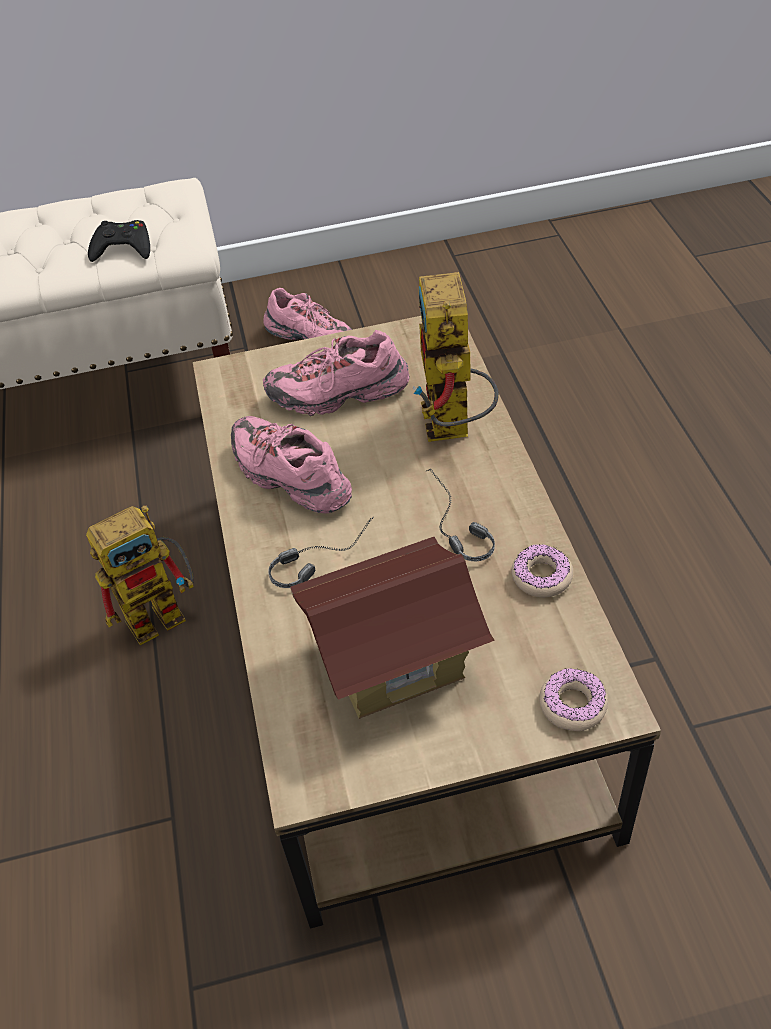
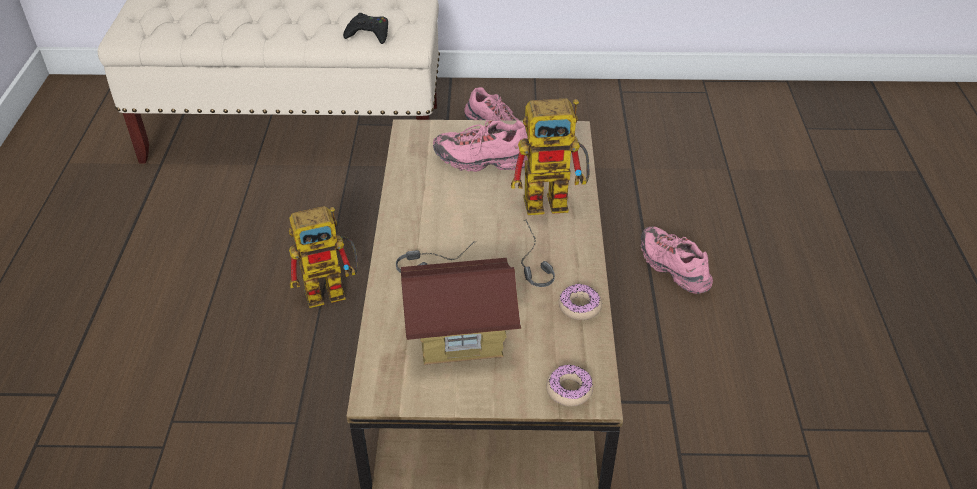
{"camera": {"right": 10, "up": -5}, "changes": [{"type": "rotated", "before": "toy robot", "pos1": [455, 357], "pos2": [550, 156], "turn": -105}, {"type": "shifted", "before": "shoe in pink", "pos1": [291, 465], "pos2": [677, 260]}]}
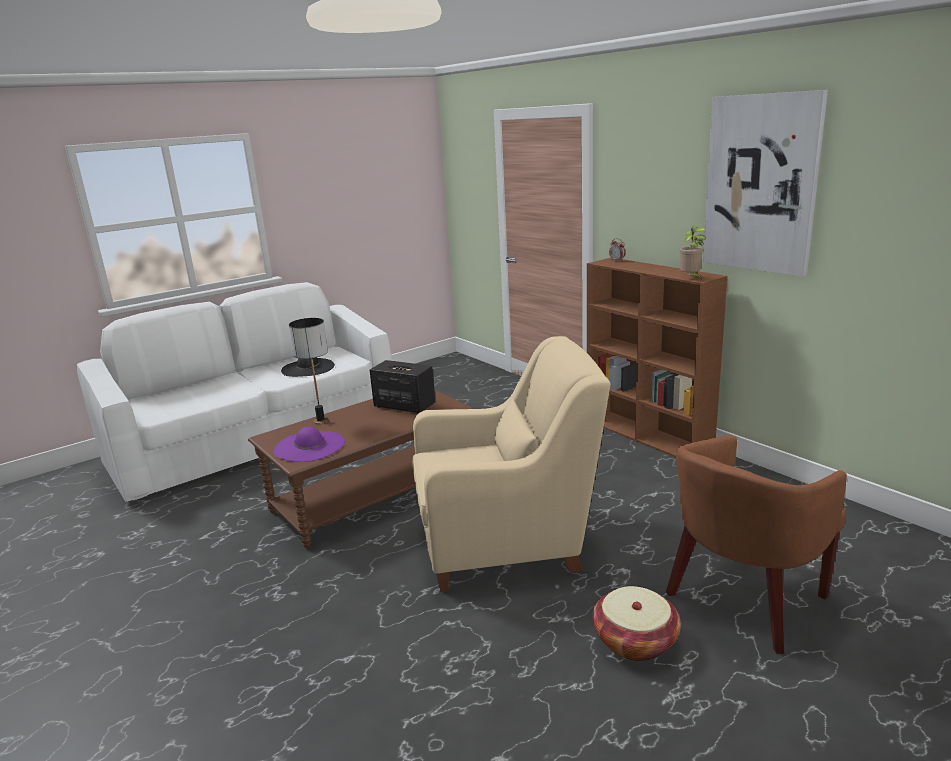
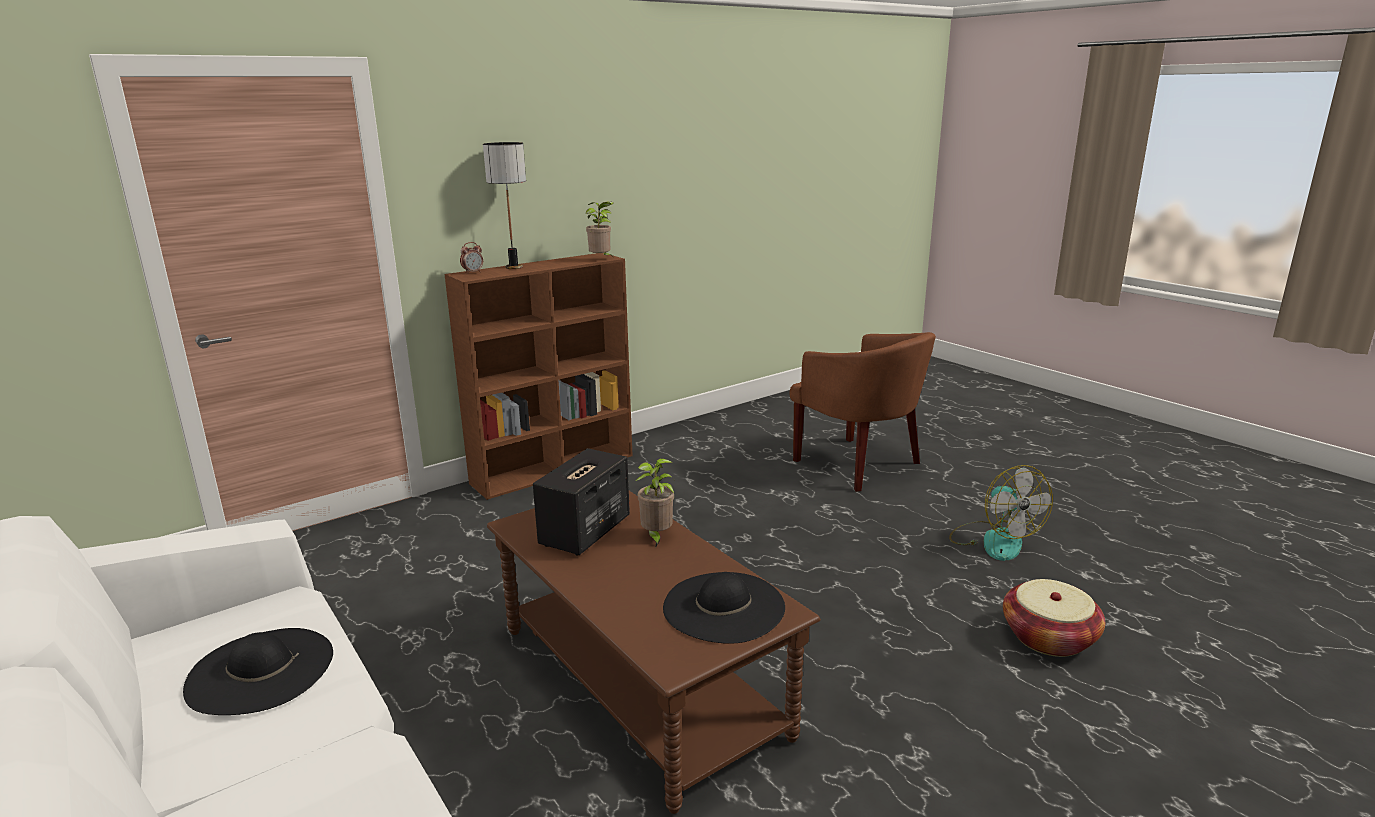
{"camera": {"right": -90, "up": 0}, "changes": [{"type": "shifted", "before": "table lamp", "pos1": [309, 371], "pos2": [504, 205]}, {"type": "new", "after": "potted plant", "pos2": [655, 502]}, {"type": "repainted", "before": "hat in purple", "after": "hat in black", "pos1": [309, 444], "pos2": [724, 608]}, {"type": "new", "after": "fan", "pos2": [1001, 513]}, {"type": "shifted", "before": "basket", "pos1": [636, 623], "pos2": [1054, 618]}, {"type": "gone", "before": "armchair in beige", "pos1": [512, 464]}, {"type": "gone", "before": "picture", "pos1": [765, 183]}]}
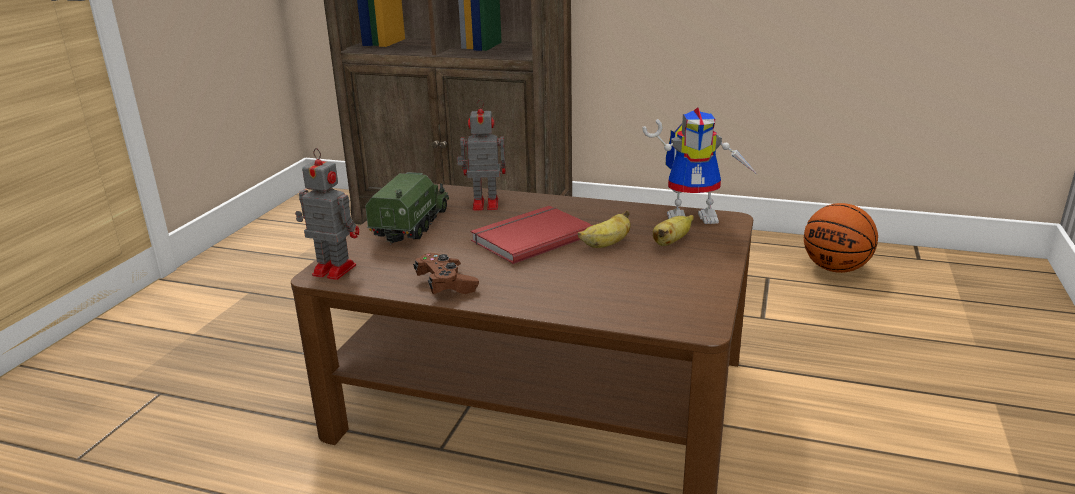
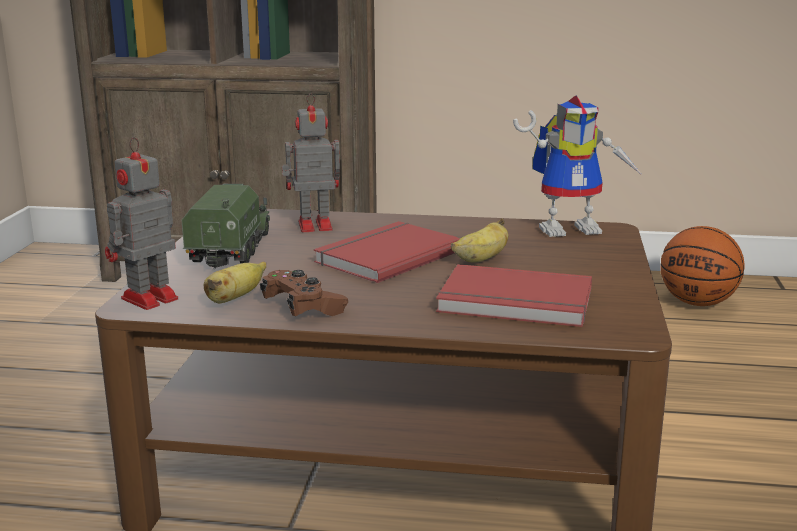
{"camera": {"right": -10, "up": -5}, "changes": [{"type": "rotated", "before": "toy robot", "pos1": [327, 214], "pos2": [141, 223], "turn": -60}, {"type": "shifted", "before": "banana", "pos1": [673, 230], "pos2": [235, 282]}, {"type": "new", "after": "book in red", "pos2": [514, 295]}]}
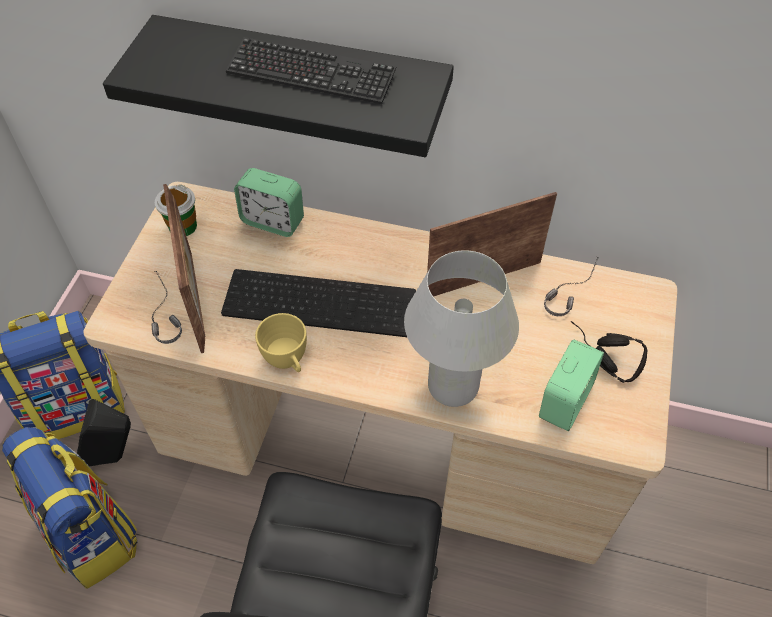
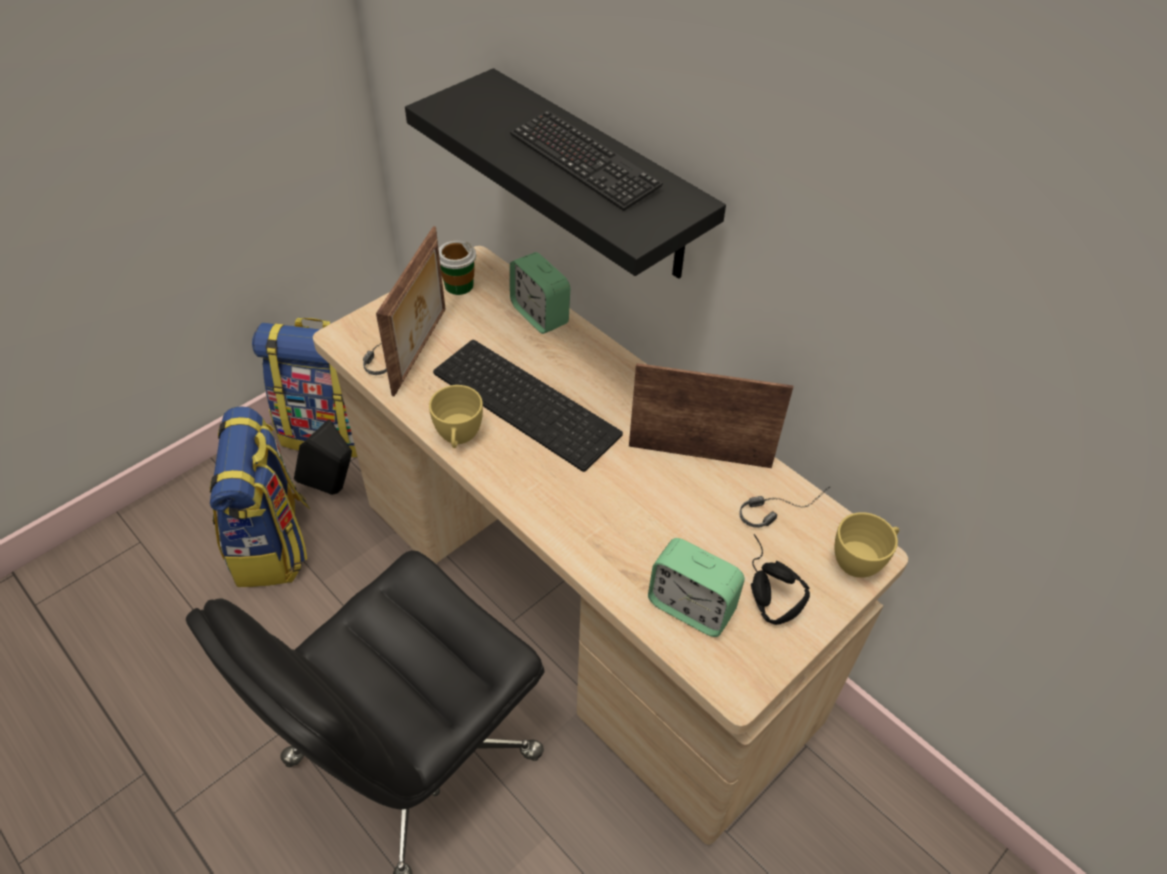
{"camera": {"right": 30, "up": -5}, "changes": [{"type": "rotated", "before": "alarm clock", "pos1": [571, 385], "pos2": [696, 587], "turn": 60}, {"type": "new", "after": "cup in yellow", "pos2": [866, 545]}, {"type": "gone", "before": "table lamp in white", "pos1": [461, 328]}]}
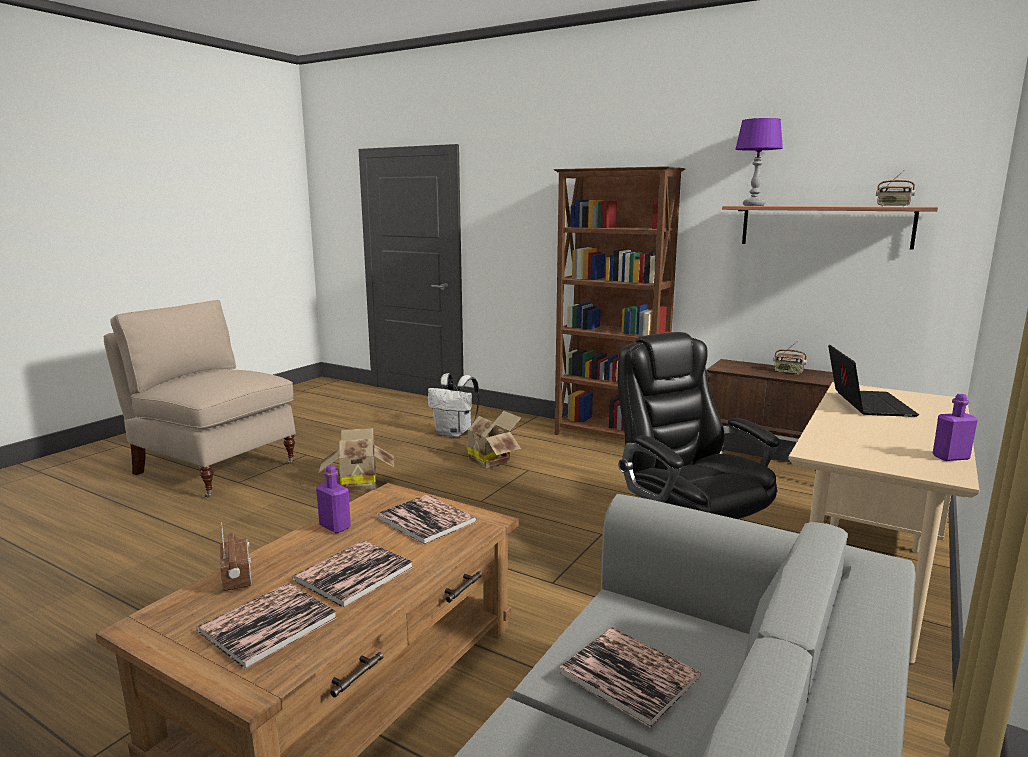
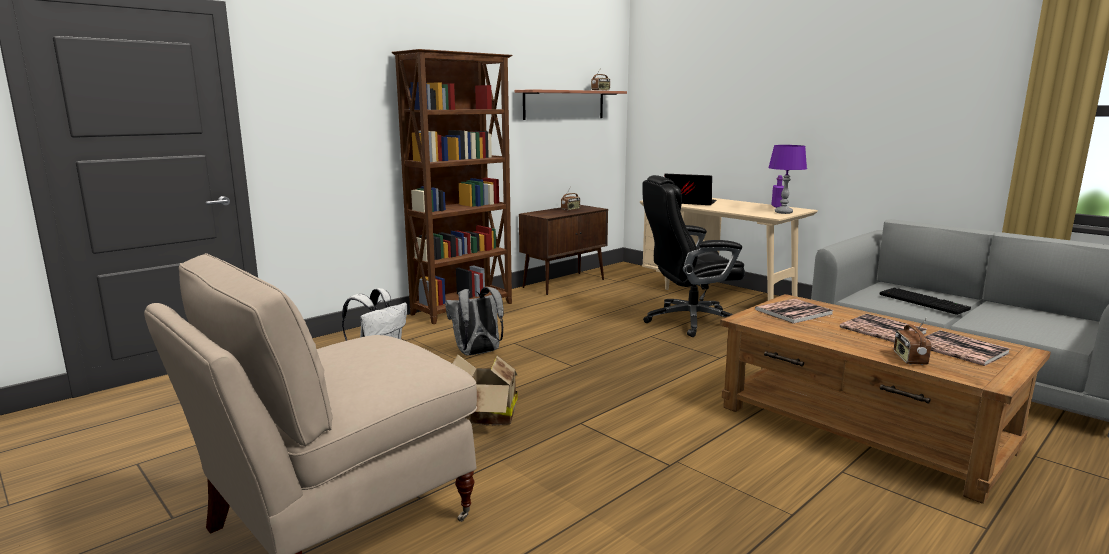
{"camera": {"right": -75, "up": 0}, "changes": [{"type": "swapped", "before": "cardboard box", "after": "backpack in grey", "pos1": [489, 439], "pos2": [474, 321]}, {"type": "shifted", "before": "table lamp in purple", "pos1": [759, 162], "pos2": [787, 179]}, {"type": "swapped", "before": "book", "after": "keyboard", "pos1": [630, 677], "pos2": [925, 301]}, {"type": "rotated", "before": "radio", "pos1": [236, 556], "pos2": [912, 341], "turn": -75}, {"type": "gone", "before": "bottle in purple", "pos1": [333, 499]}]}
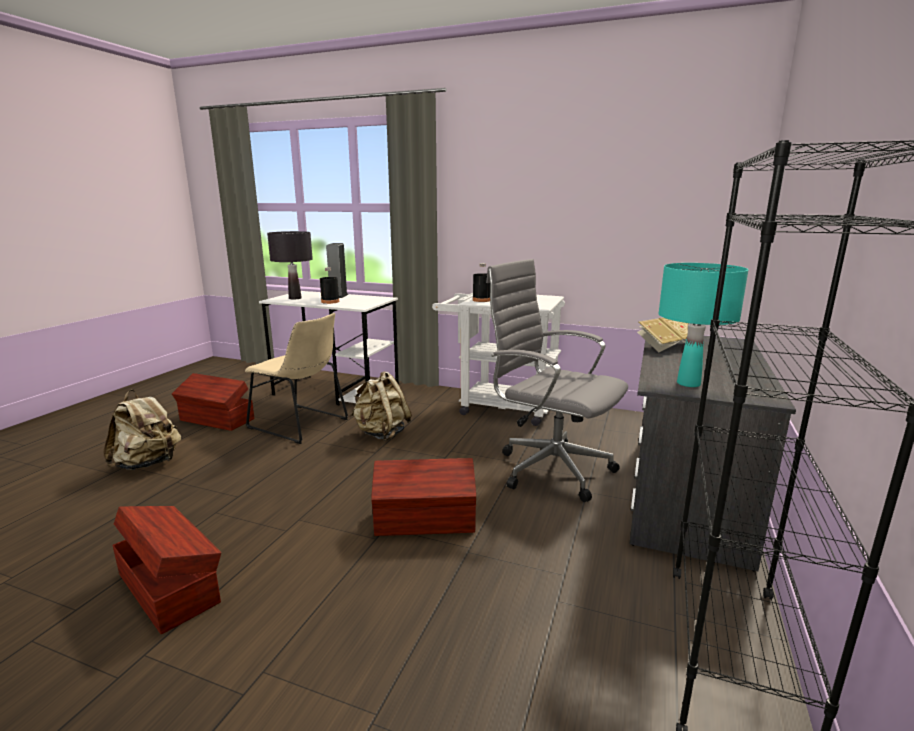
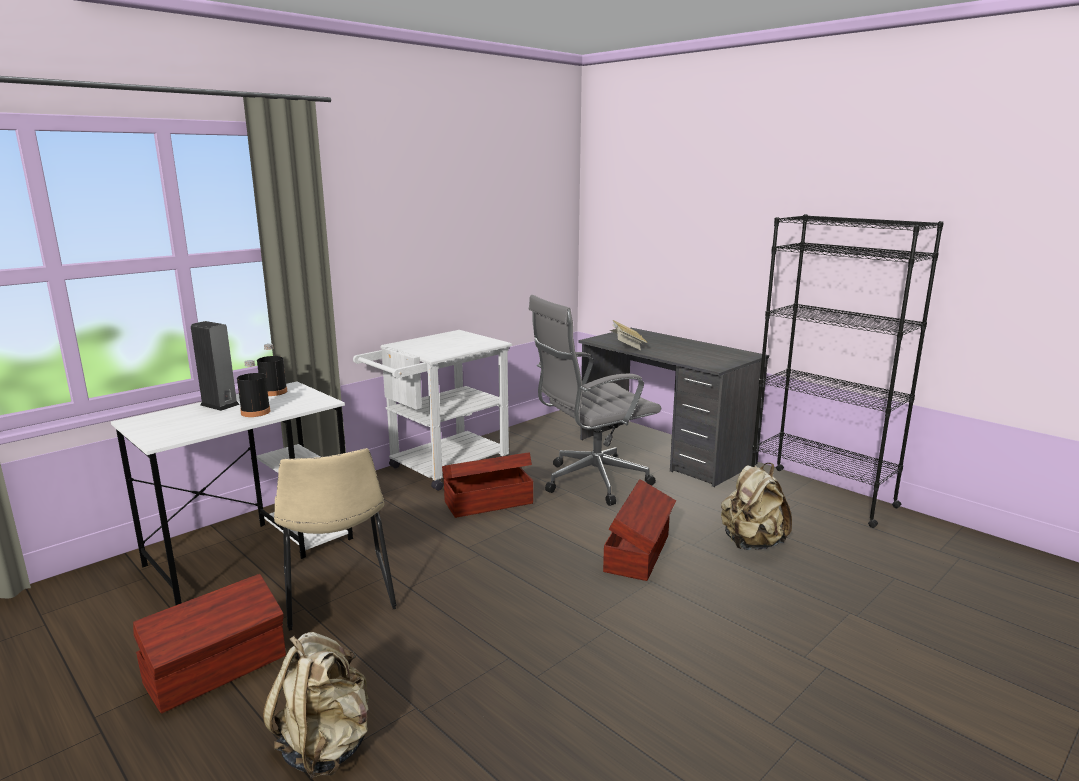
{"camera": {"right": -65, "up": 0}, "changes": [{"type": "shifted", "before": "bottle in black", "pos1": [481, 282], "pos2": [272, 370]}, {"type": "rotated", "before": "chair in beige", "pos1": [296, 378], "pos2": [335, 539], "turn": 105}, {"type": "shifted", "before": "storage box in brown", "pos1": [166, 570], "pos2": [487, 485]}, {"type": "shifted", "before": "backpack in beige", "pos1": [381, 406], "pos2": [756, 506]}, {"type": "gone", "before": "table lamp in black", "pos1": [290, 265]}, {"type": "gone", "before": "table lamp in turquoise", "pos1": [703, 325]}]}
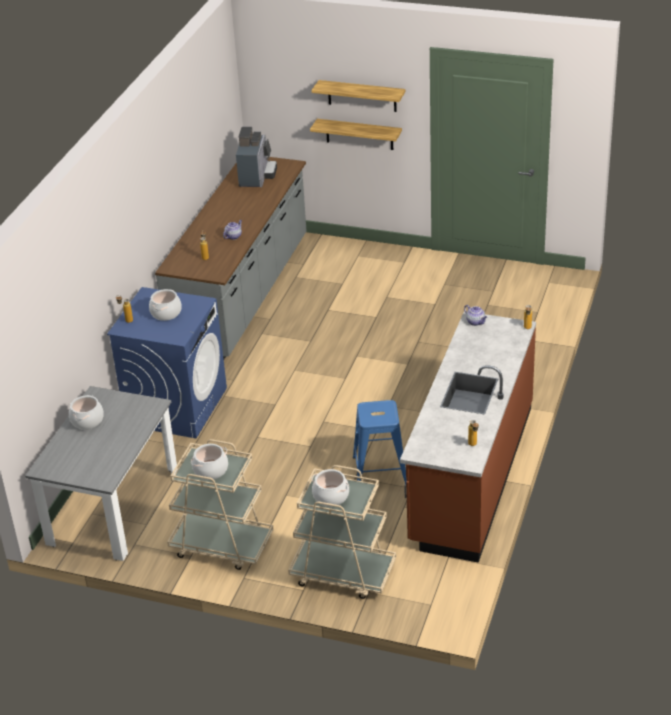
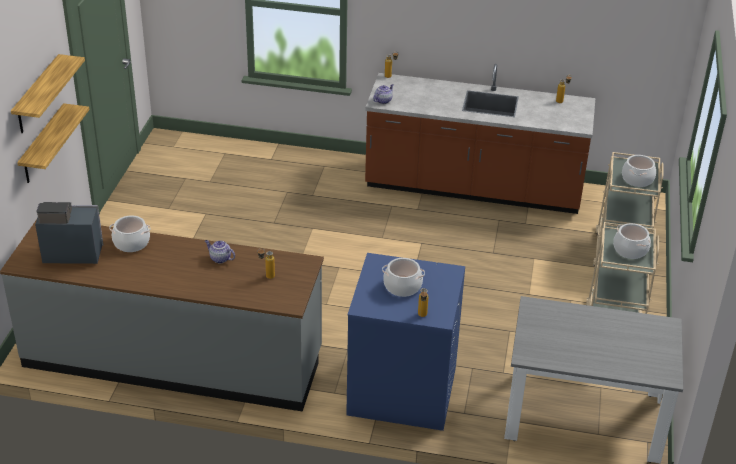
{"camera": {"right": -100, "up": 0}, "changes": [{"type": "shifted", "before": "cooking pot", "pos1": [86, 412], "pos2": [130, 234]}, {"type": "gone", "before": "stool in blue", "pos1": [380, 442]}]}
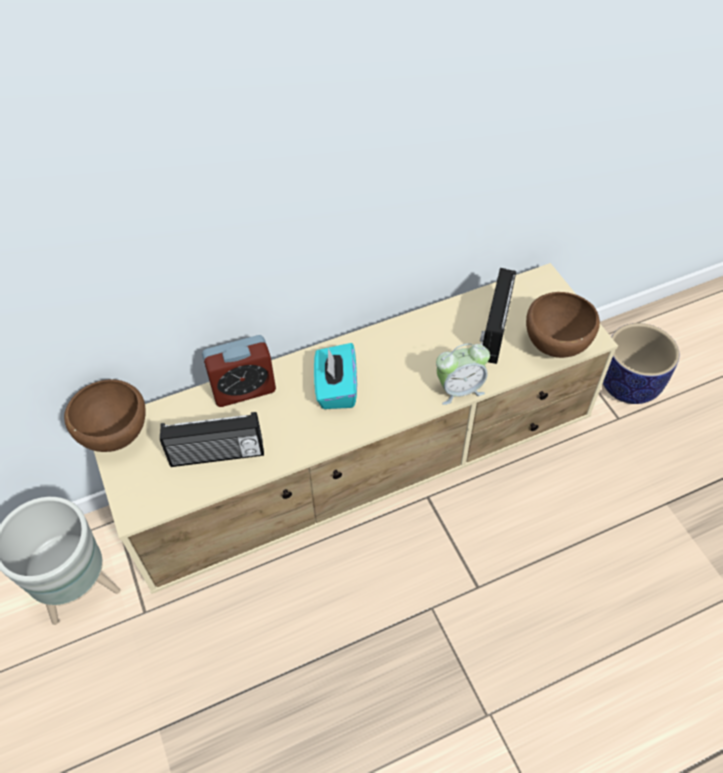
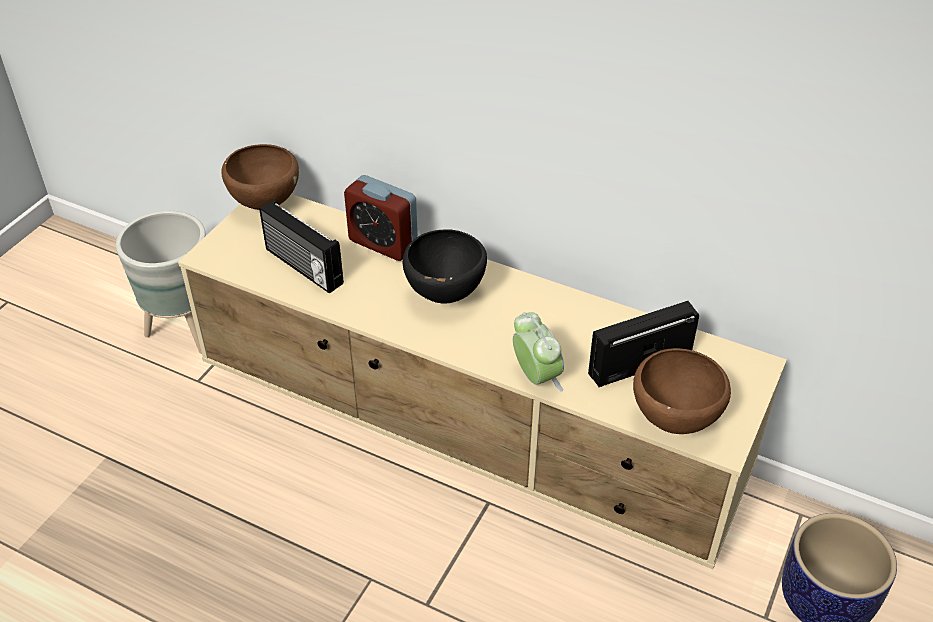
{"camera": {"right": 50, "up": -10}, "changes": [{"type": "swapped", "before": "tissue box in turquoise", "after": "bowl in black", "pos1": [335, 376], "pos2": [444, 266]}, {"type": "rotated", "before": "alarm clock", "pos1": [463, 374], "pos2": [538, 352], "turn": -150}]}
